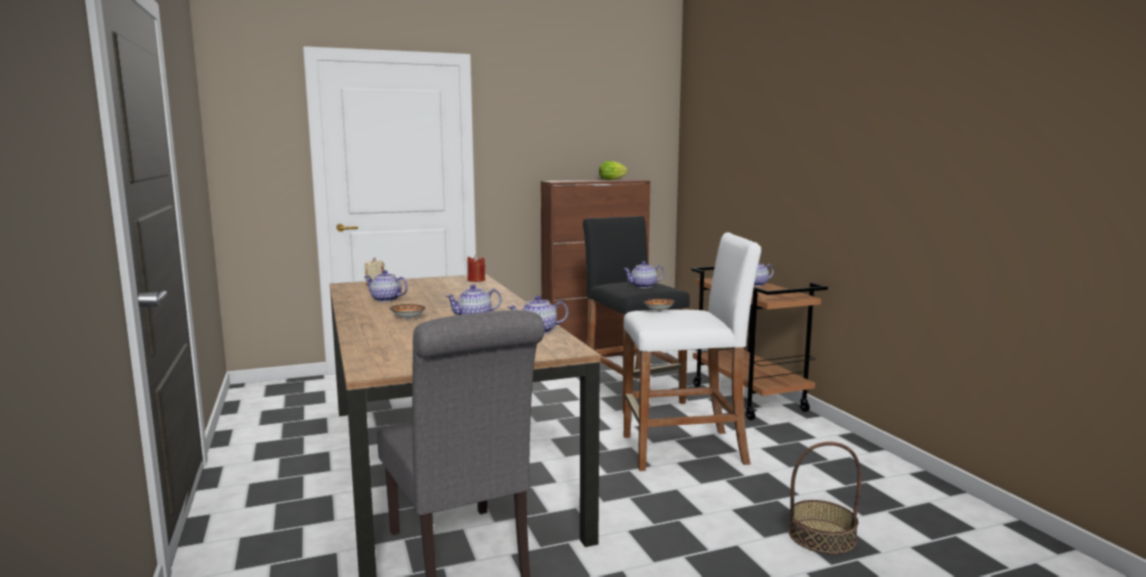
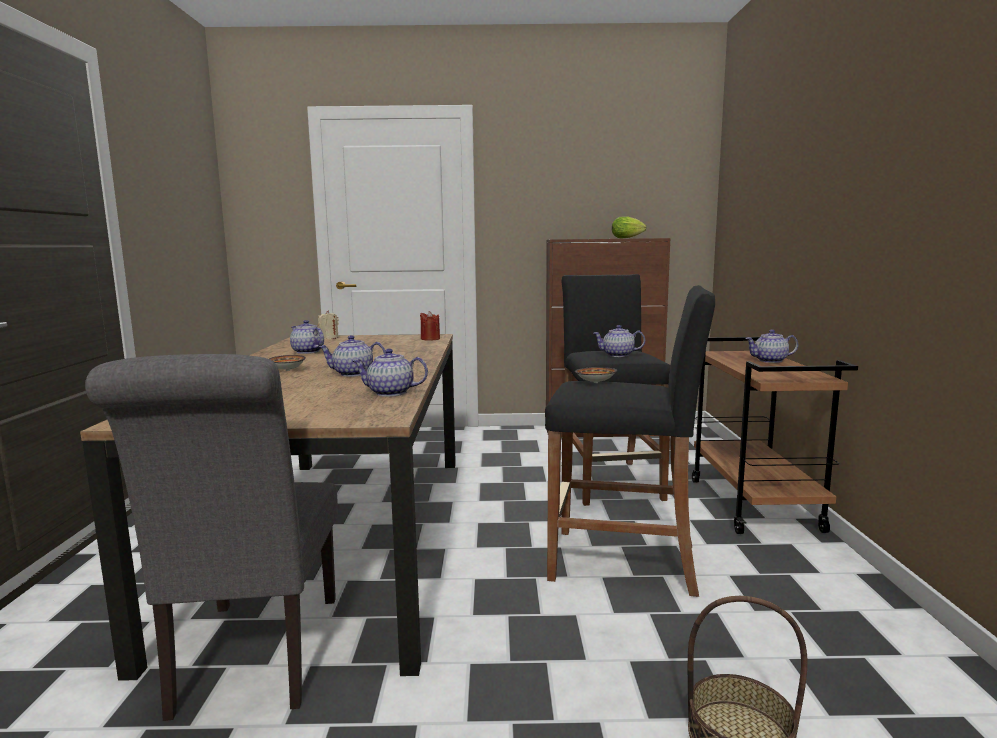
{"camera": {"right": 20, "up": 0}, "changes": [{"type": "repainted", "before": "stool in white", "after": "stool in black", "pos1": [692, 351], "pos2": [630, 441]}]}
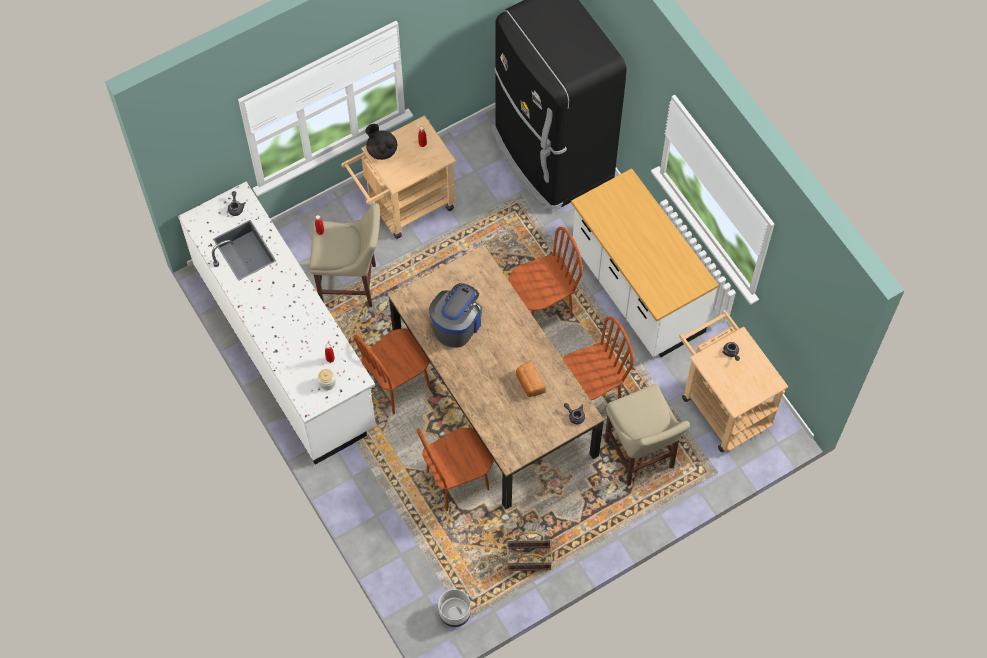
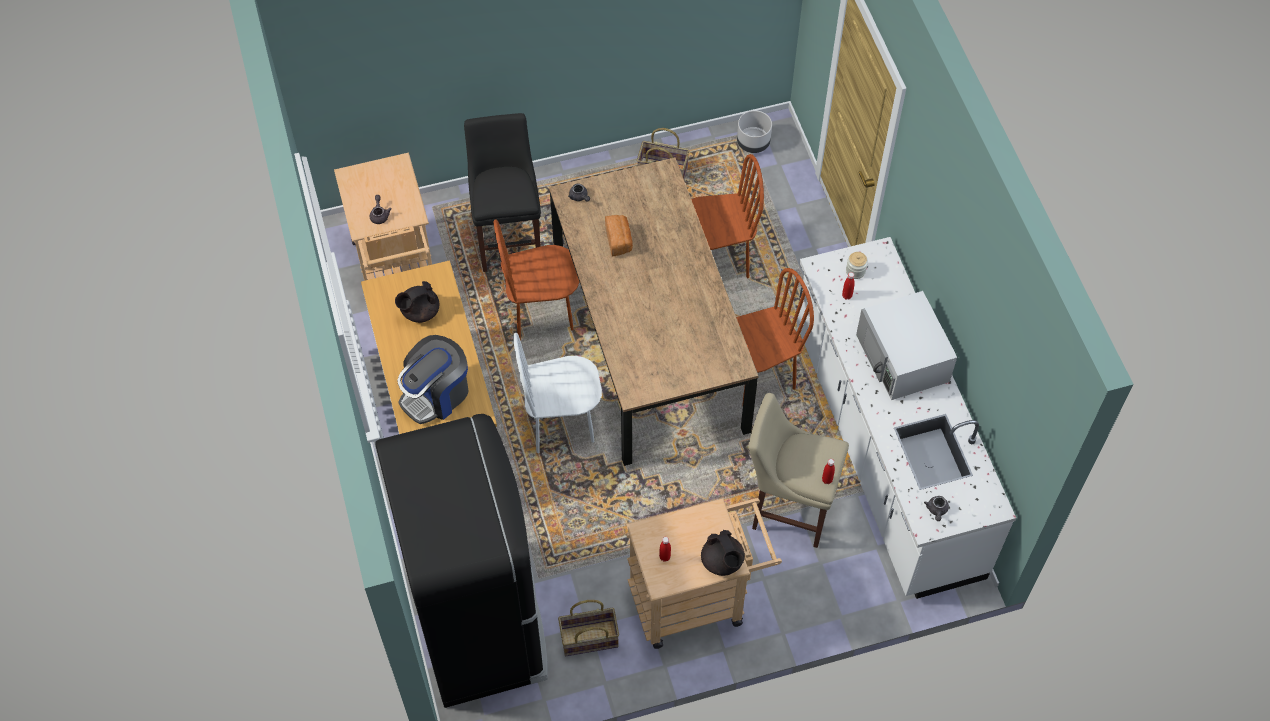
{"camera": {"right": -165, "up": -5}, "changes": [{"type": "new", "after": "teapot in black", "pos2": [417, 302]}, {"type": "shifted", "before": "coffee machine", "pos1": [455, 315], "pos2": [433, 379]}, {"type": "repainted", "before": "stool in beige", "after": "stool in black", "pos1": [647, 435], "pos2": [502, 192]}, {"type": "repainted", "before": "chair in brown", "after": "chair in white", "pos1": [546, 272], "pos2": [557, 393]}, {"type": "new", "after": "basket", "pos2": [588, 628]}, {"type": "new", "after": "microwave in white", "pos2": [906, 345]}]}
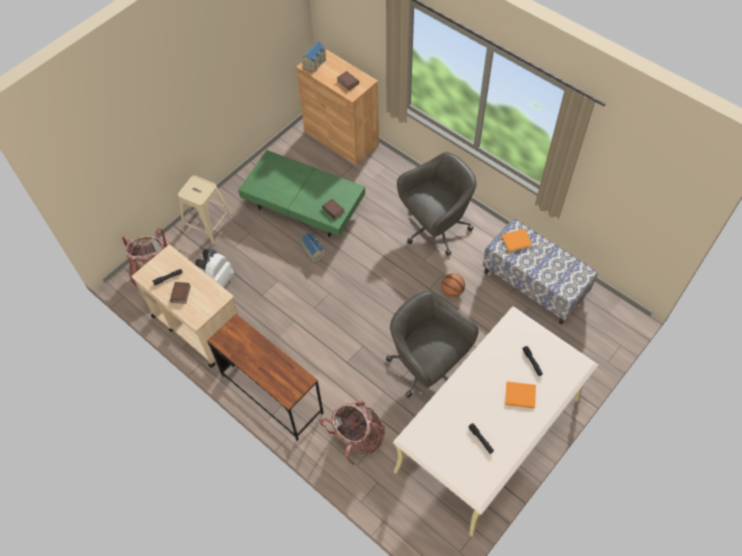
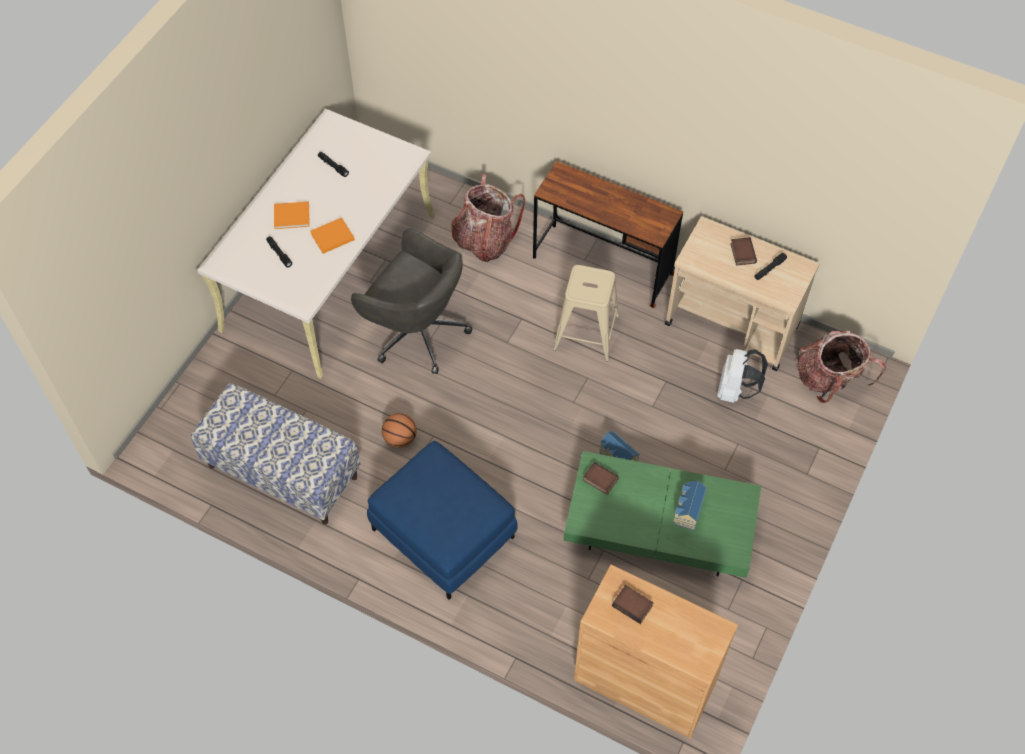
{"camera": {"right": 165, "up": 0}, "changes": [{"type": "shifted", "before": "book in orange", "pos1": [516, 240], "pos2": [332, 235]}, {"type": "swapped", "before": "office chair in grey", "after": "ottoman in blue", "pos1": [437, 204], "pos2": [442, 520]}, {"type": "shifted", "before": "stool in beige", "pos1": [206, 211], "pos2": [586, 313]}, {"type": "shifted", "before": "toy house", "pos1": [314, 56], "pos2": [690, 506]}]}
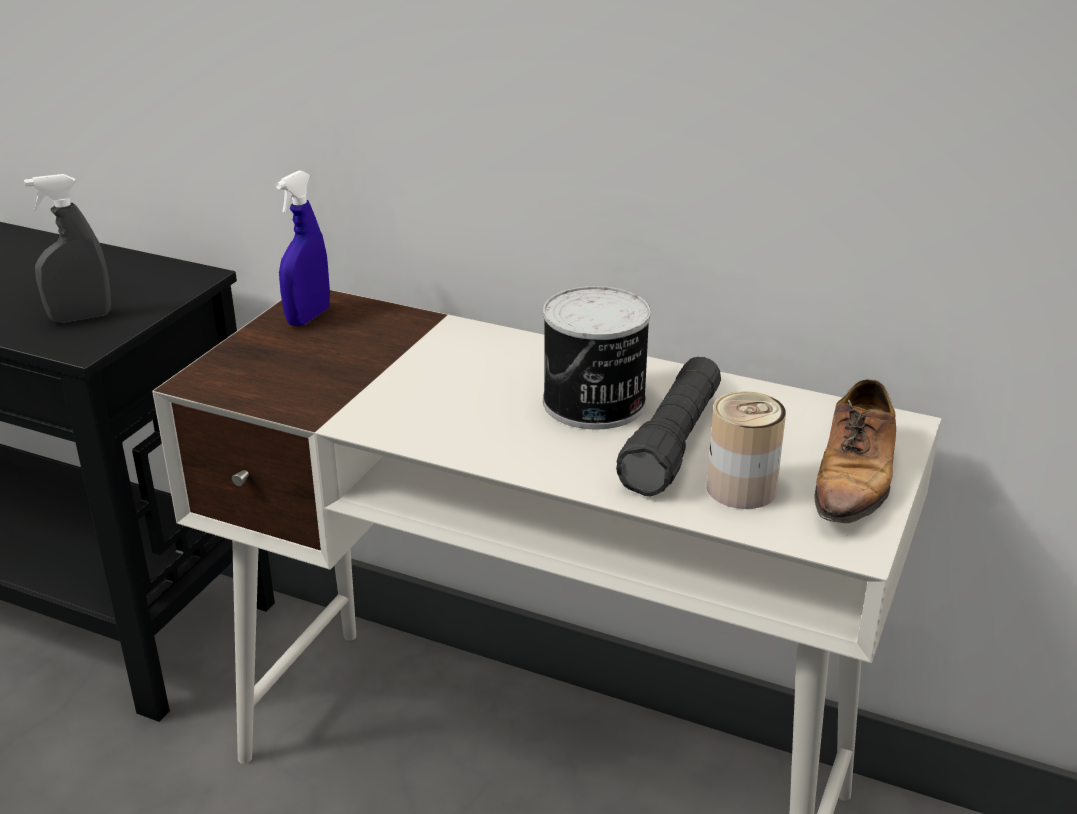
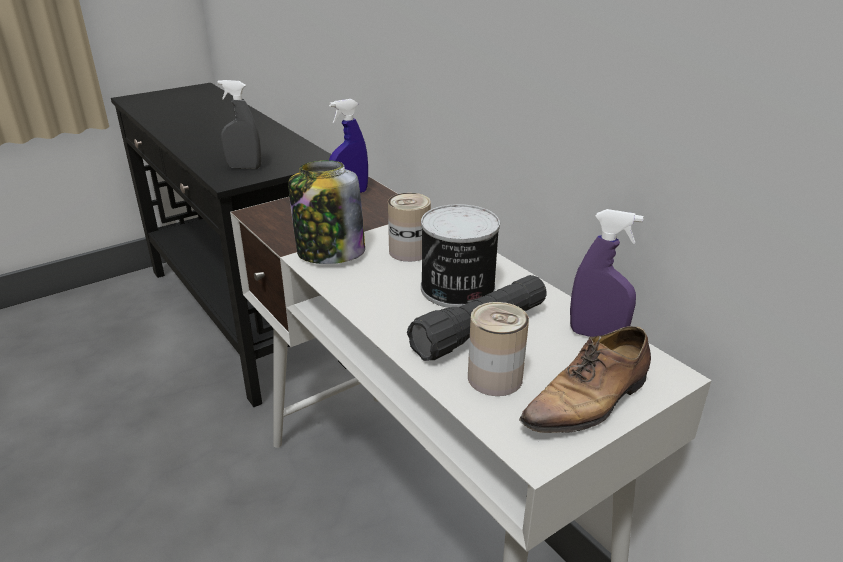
{"camera": {"right": 30, "up": 0}, "changes": [{"type": "new", "after": "jar", "pos2": [326, 212]}, {"type": "new", "after": "can", "pos2": [409, 227]}, {"type": "new", "after": "spray bottle in purple", "pos2": [607, 273]}]}
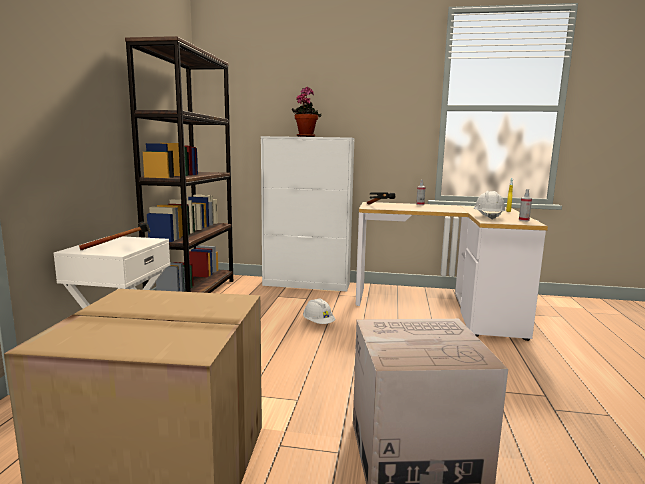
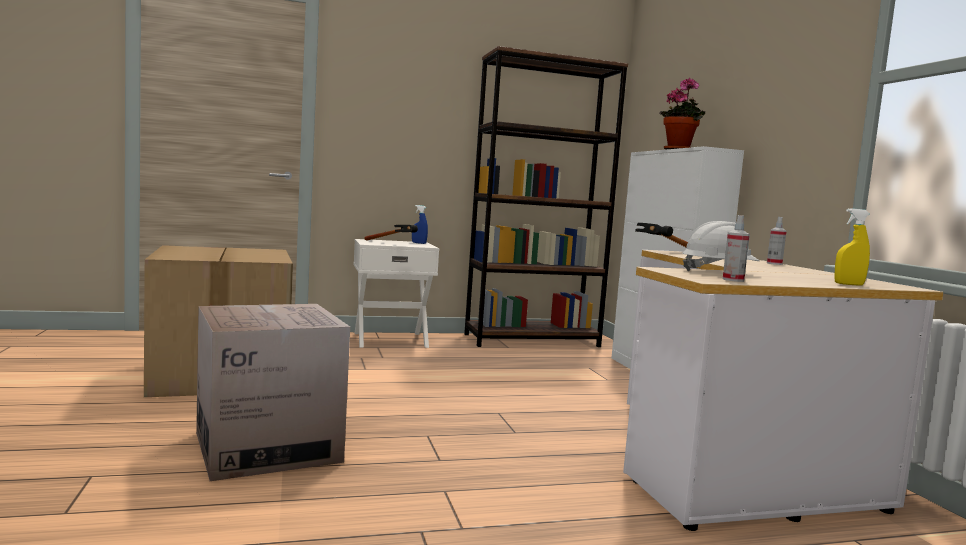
{"camera": {"right": 65, "up": -5}, "changes": [{"type": "new", "after": "spray bottle in blue", "pos2": [420, 224]}, {"type": "gone", "before": "hard hat in white", "pos1": [319, 311]}]}
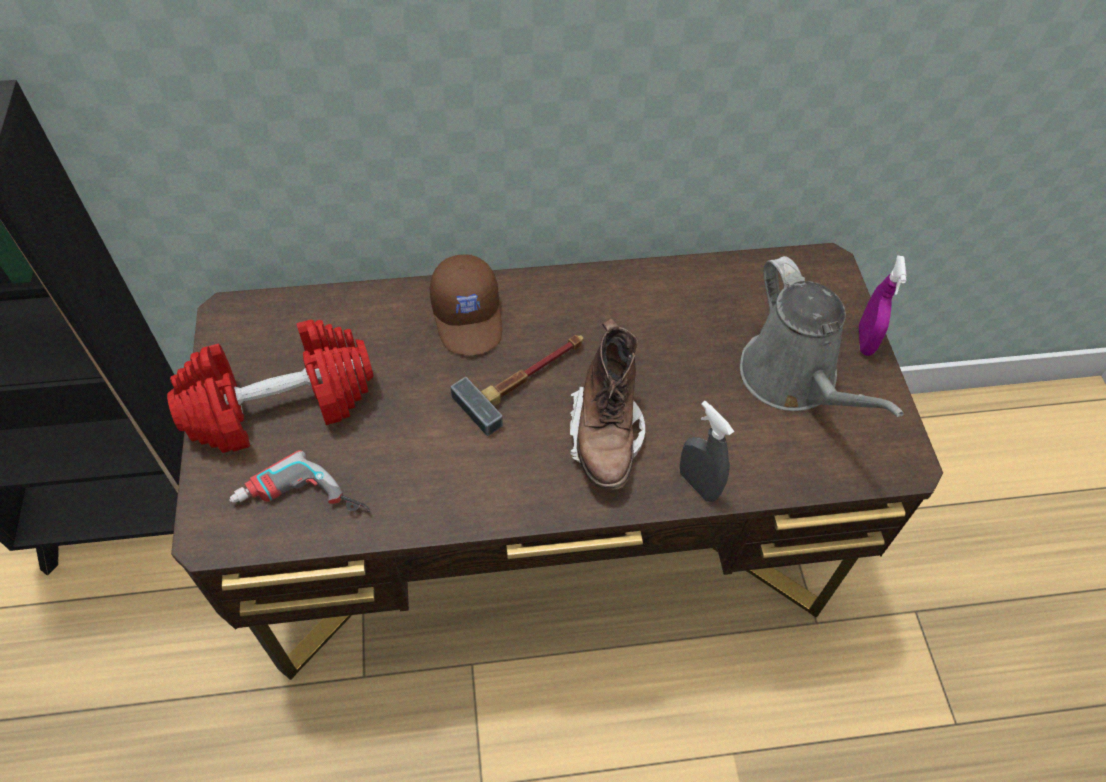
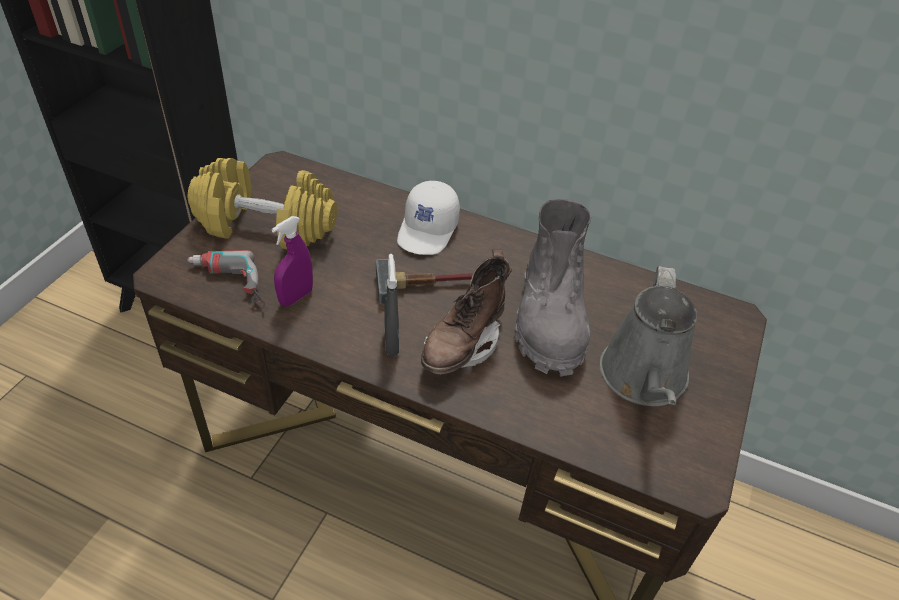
{"camera": {"right": 30, "up": -10}, "changes": [{"type": "repainted", "before": "dumbbell in red", "after": "dumbbell in yellow", "pos1": [270, 386], "pos2": [262, 203]}, {"type": "shifted", "before": "spray bottle in purple", "pos1": [883, 305], "pos2": [292, 261]}, {"type": "shifted", "before": "spray bottle in grey", "pos1": [707, 451], "pos2": [391, 305]}, {"type": "repainted", "before": "cap in brown", "after": "cap in white", "pos1": [466, 304], "pos2": [428, 218]}, {"type": "new", "after": "boot in grey", "pos2": [553, 288]}]}
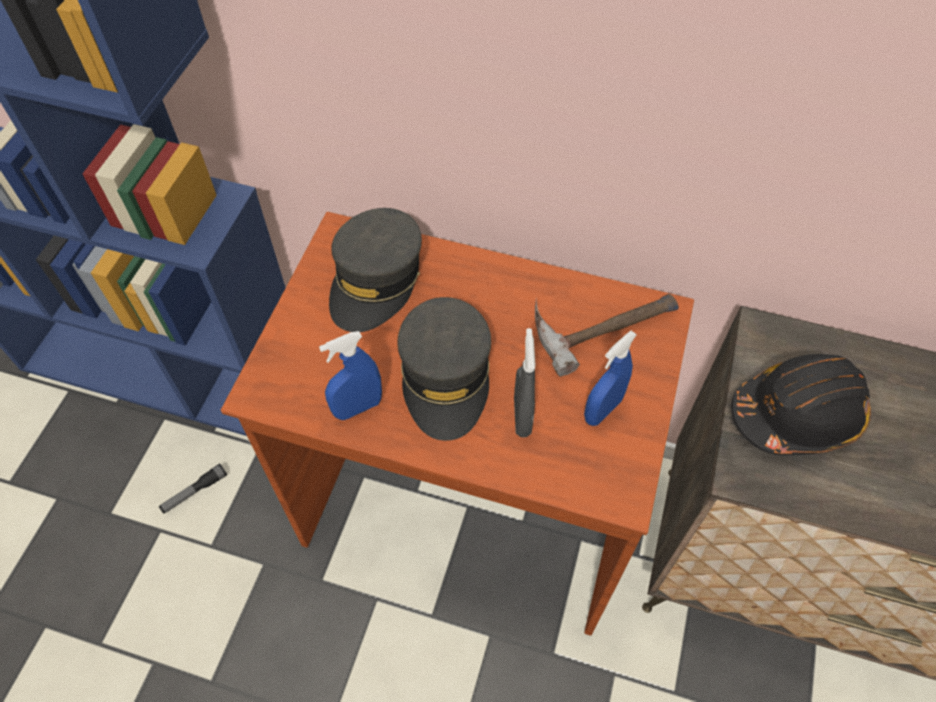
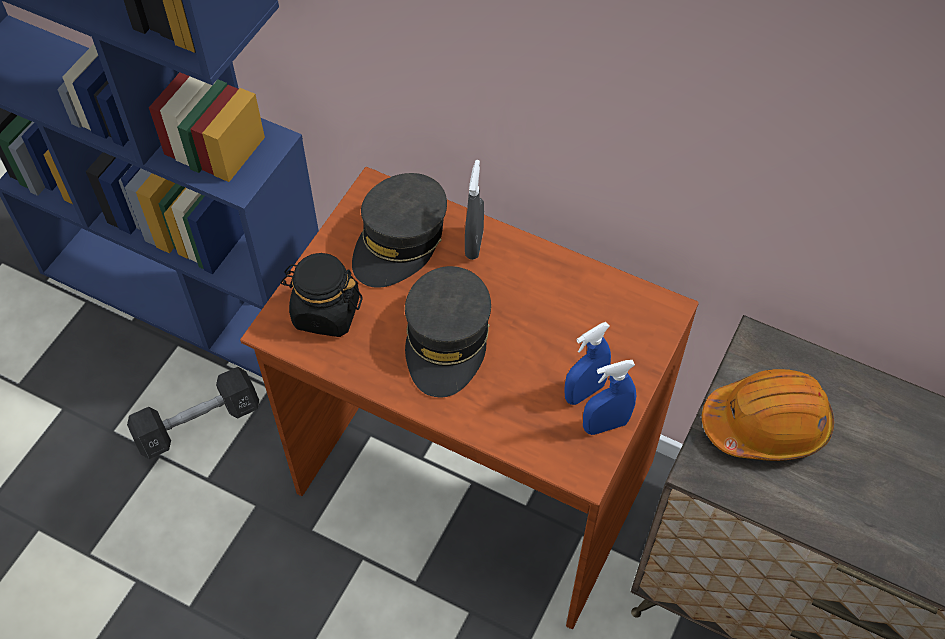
{"camera": {"right": 10, "up": 0}, "changes": [{"type": "swapped", "before": "flashlight", "after": "dumbbell in black", "pos1": [193, 488], "pos2": [193, 413]}, {"type": "new", "after": "jar in black", "pos2": [321, 295]}, {"type": "shifted", "before": "spray bottle in grey", "pos1": [525, 382], "pos2": [474, 210]}, {"type": "shifted", "before": "spray bottle in blue", "pos1": [350, 375], "pos2": [609, 397]}, {"type": "repainted", "before": "hard hat in black", "after": "hard hat in orange", "pos1": [801, 404], "pos2": [768, 415]}, {"type": "gone", "before": "hammer", "pos1": [607, 335]}]}
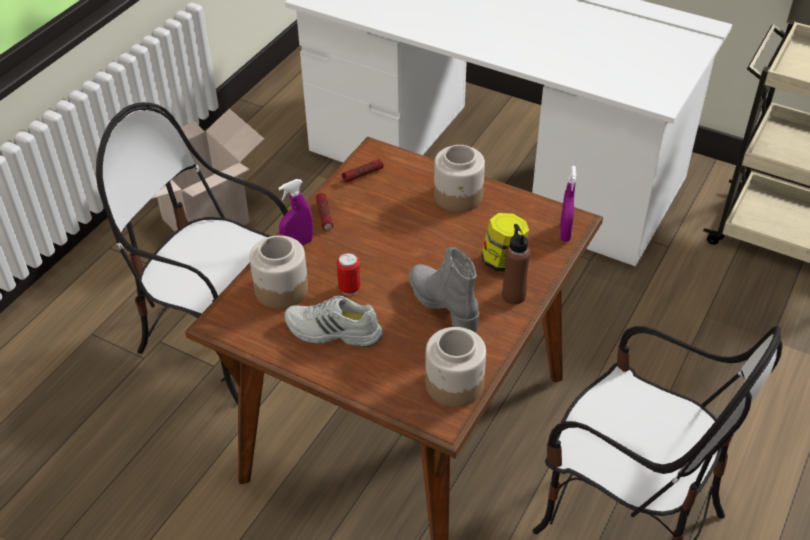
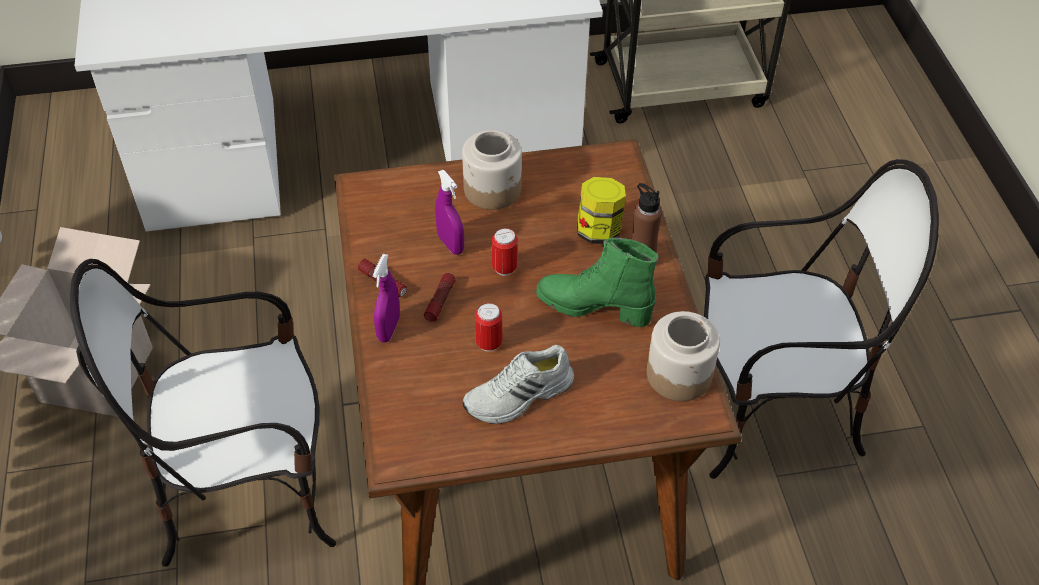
{"camera": {"right": -40, "up": 5}, "changes": [{"type": "shifted", "before": "flashlight", "pos1": [363, 171], "pos2": [440, 297]}, {"type": "shifted", "before": "spray bottle in purple", "pos1": [568, 203], "pos2": [449, 212]}, {"type": "new", "after": "can", "pos2": [505, 252]}, {"type": "repainted", "before": "boot in grey", "after": "boot in green", "pos1": [444, 290], "pos2": [597, 282]}, {"type": "gone", "before": "jar", "pos1": [278, 272]}]}
